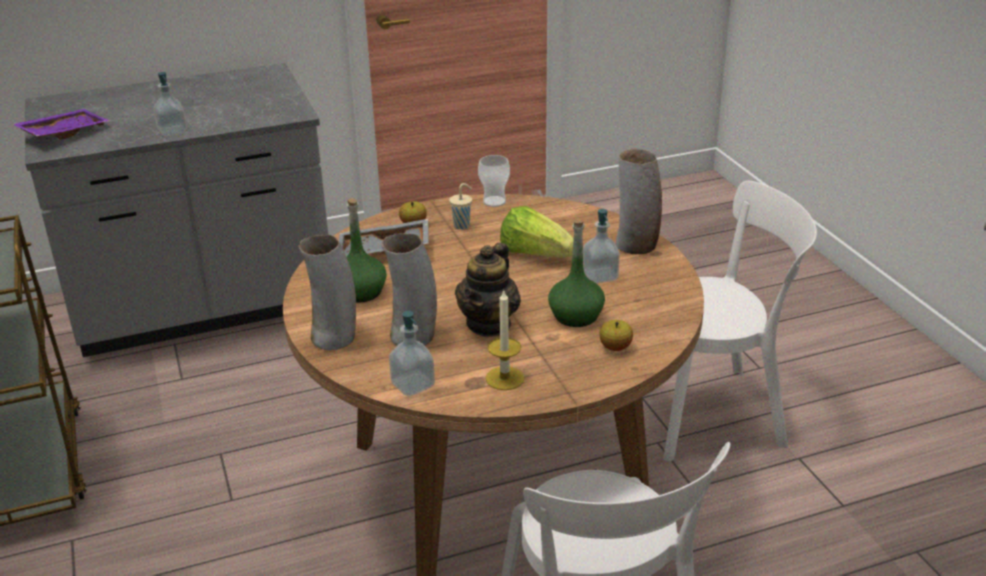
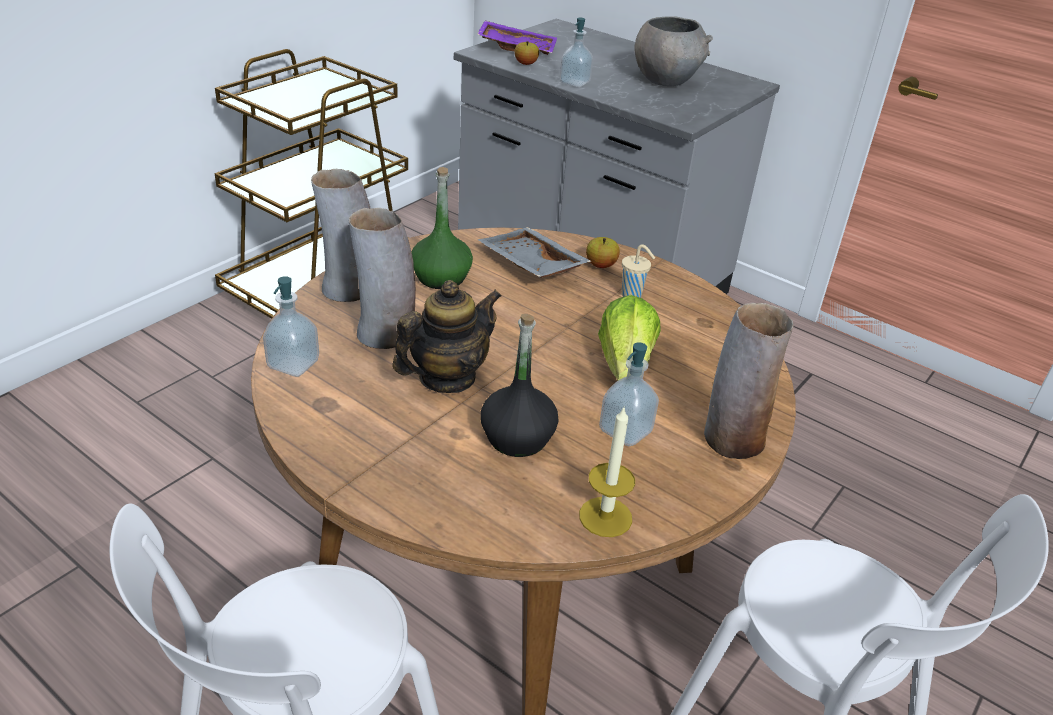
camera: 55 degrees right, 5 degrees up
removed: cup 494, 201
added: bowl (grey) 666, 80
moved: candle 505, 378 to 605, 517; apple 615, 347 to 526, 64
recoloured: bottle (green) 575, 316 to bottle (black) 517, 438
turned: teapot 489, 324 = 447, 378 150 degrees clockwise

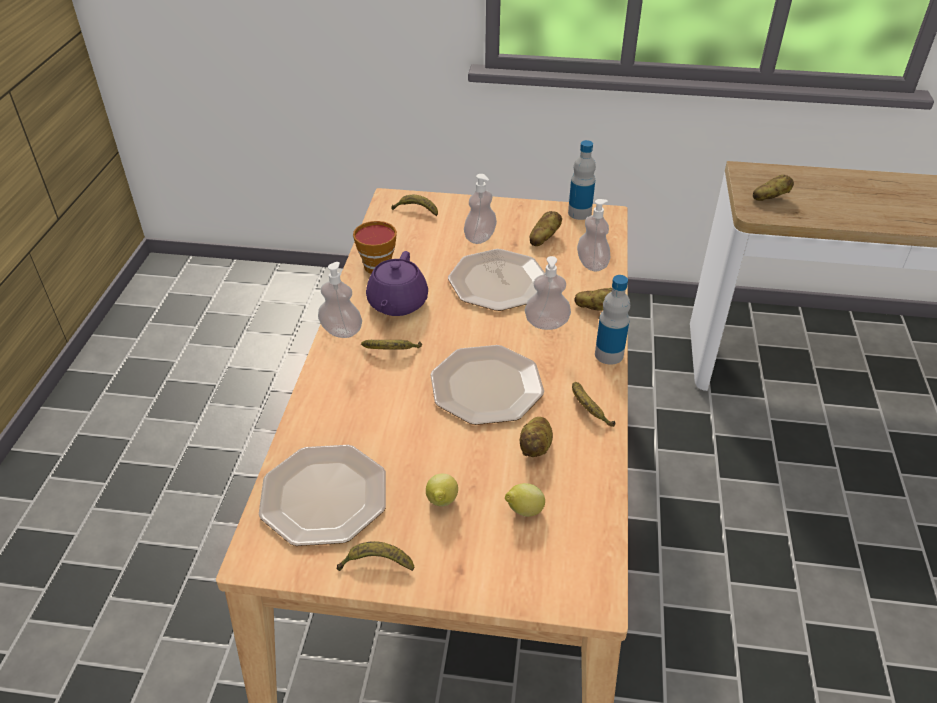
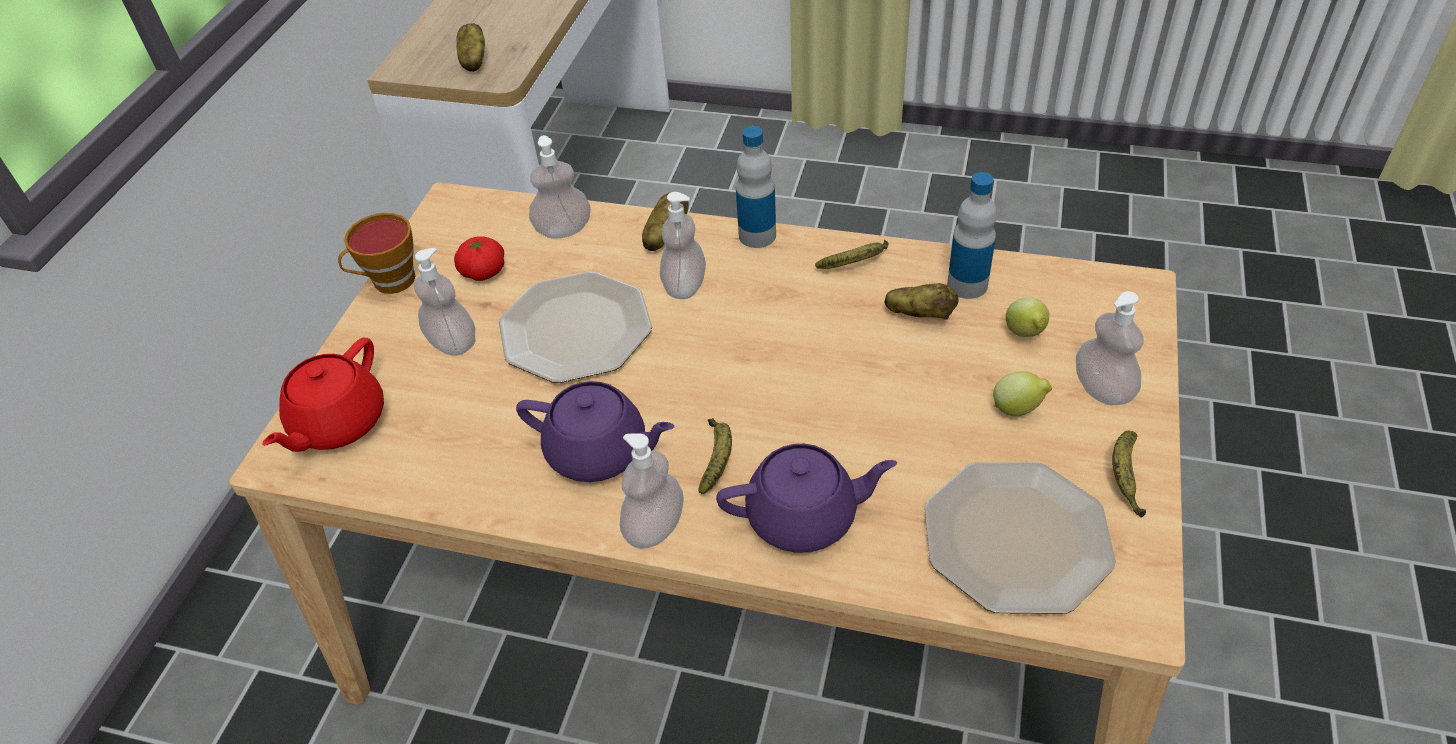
camera: 80 degrees left, 5 degrees up
removed: plate 487, 385
added: soap dispenser 1102, 389; teapot (purple) 804, 517
moved: bottle 579, 213 to 967, 285; cup 375, 264 to 389, 282
replaced: banana 416, 211 to teapot (red) 337, 423; potato 543, 238 to tomato 483, 272

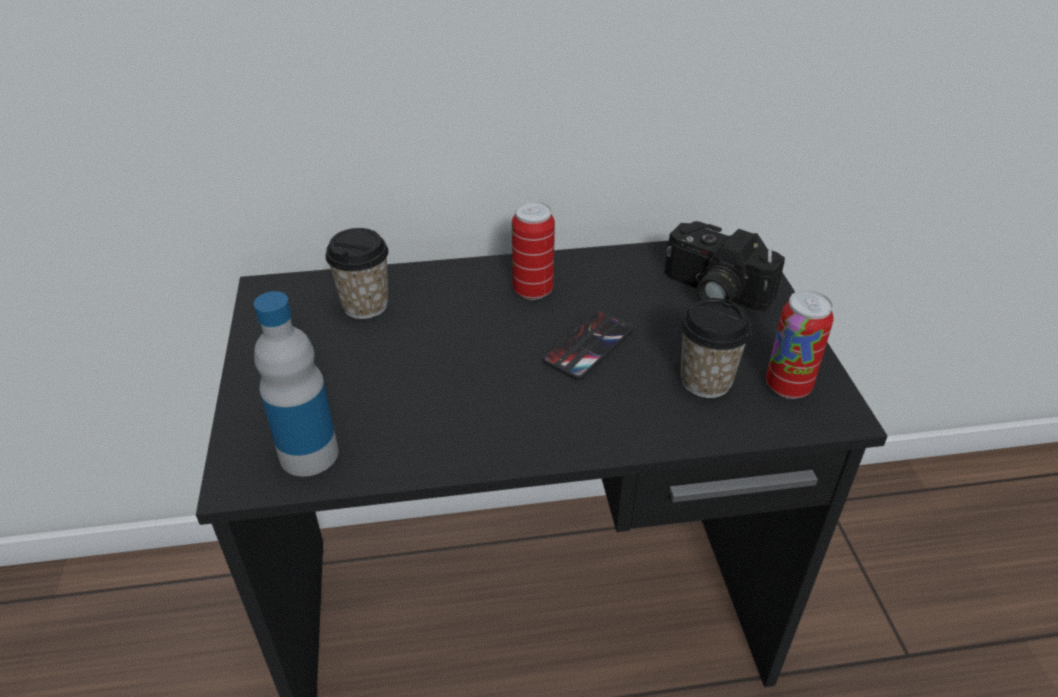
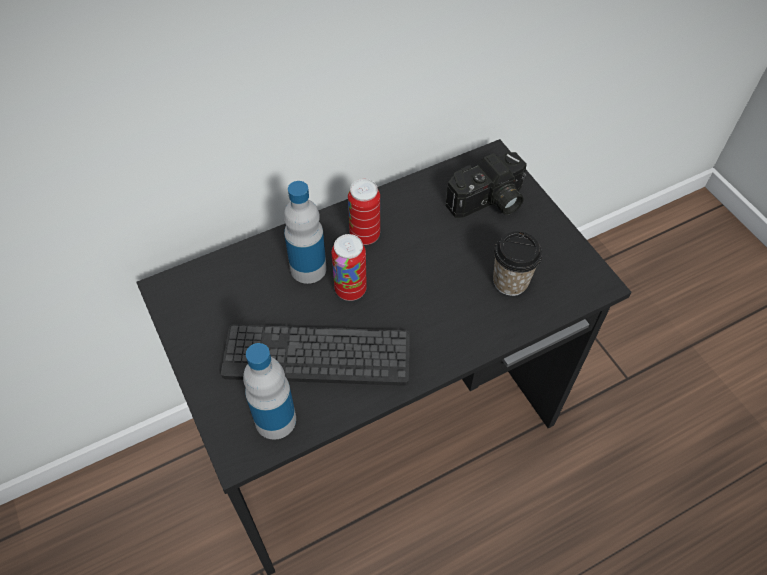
camera: 20 degrees left, 15 degrees up
removed: cup 365, 305; phone 588, 345
added: bottle 308, 268; keyboard 317, 356
moved: can 788, 386 to 350, 289
turned: photo camera 712, 292 = 488, 203 45 degrees counterclockwise

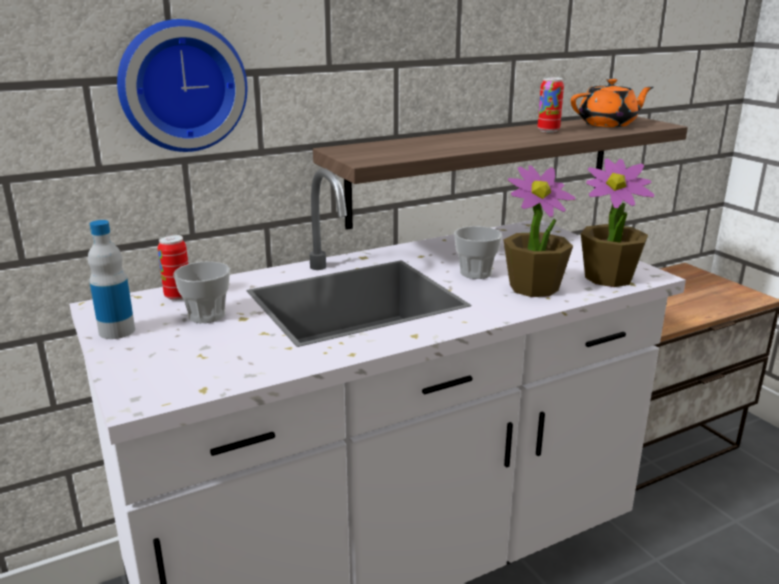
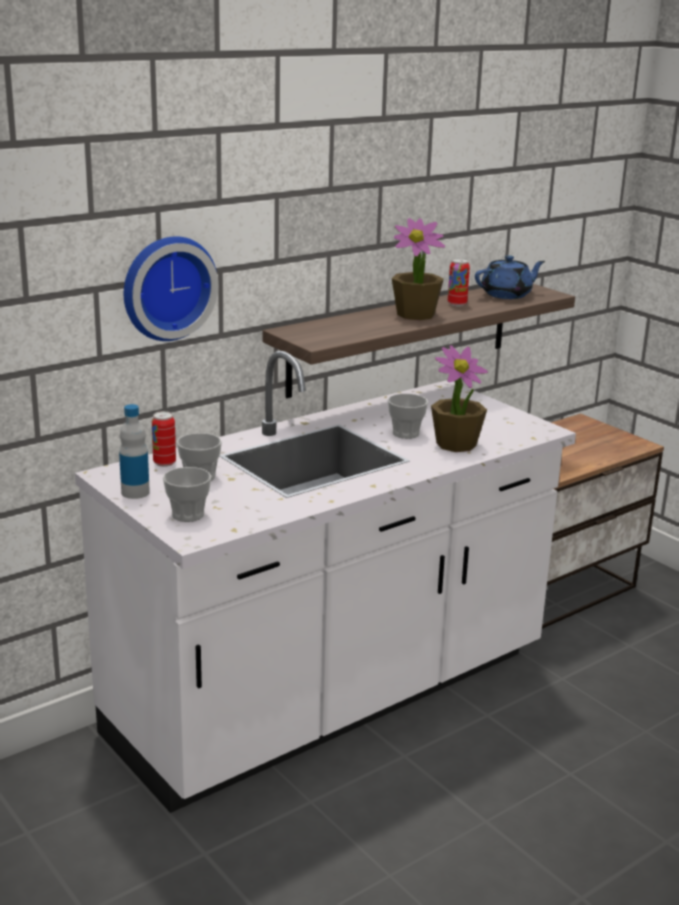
camera: 10 degrees left, 0 degrees up
added: cup 188, 514
moved: potted plant 609, 278 to 416, 314
recoloured: teapot (orange) 608, 124 to teapot (blue) 507, 295

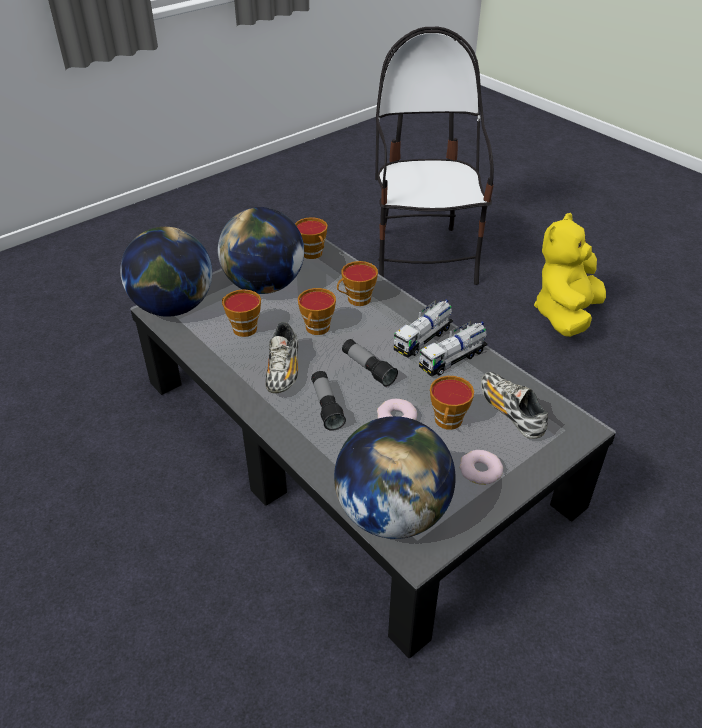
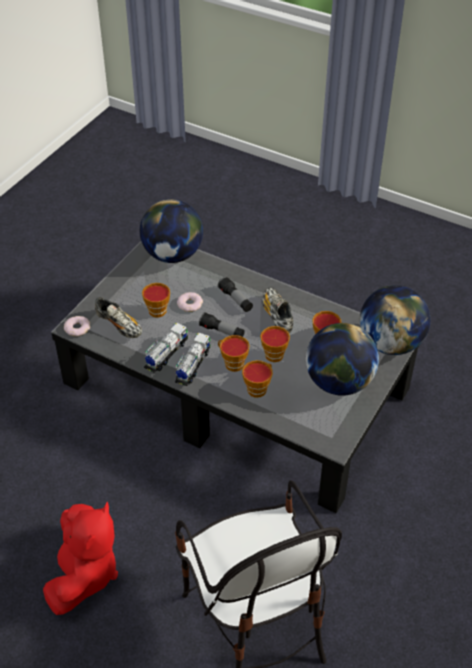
camera: 160 degrees right, 5 degrees up
moved: cup 313, 254 to 232, 363; donut 480, 471 to 77, 328
recoloured: plush toy (yellow) 565, 315 to plush toy (red) 84, 573

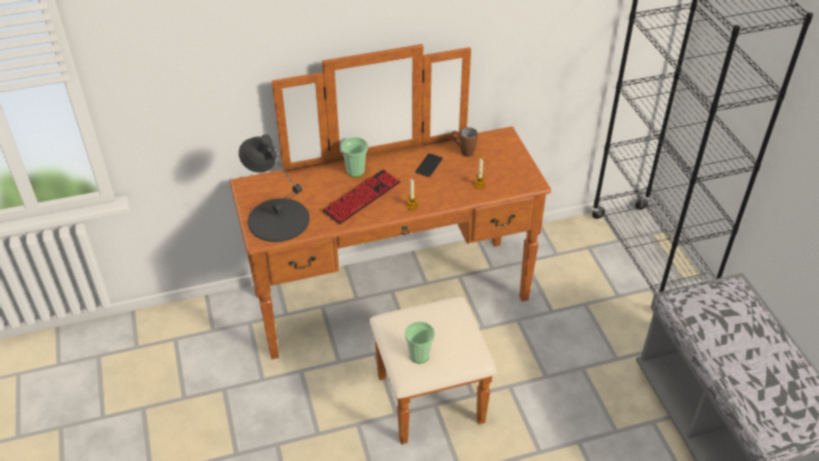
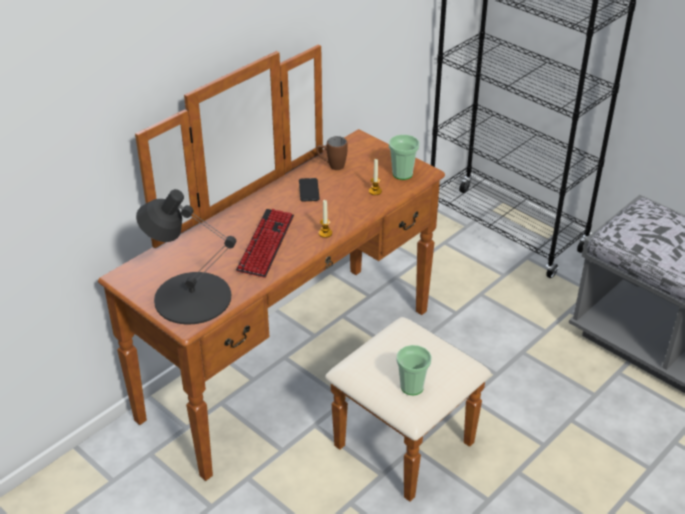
camera: 30 degrees left, 5 degrees down
moved: cup 355, 171 to 402, 174

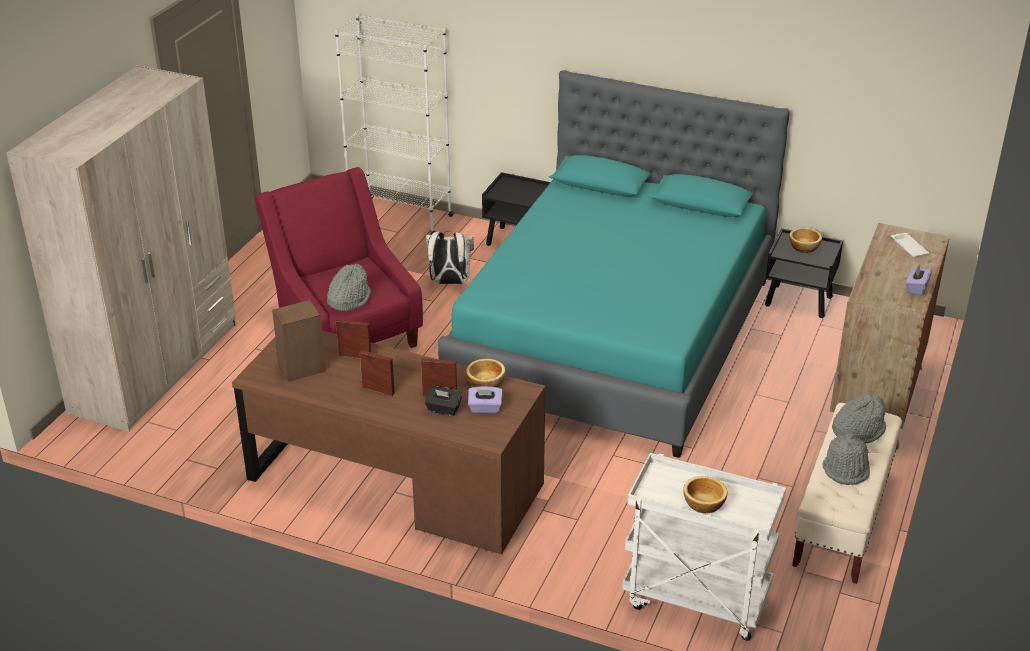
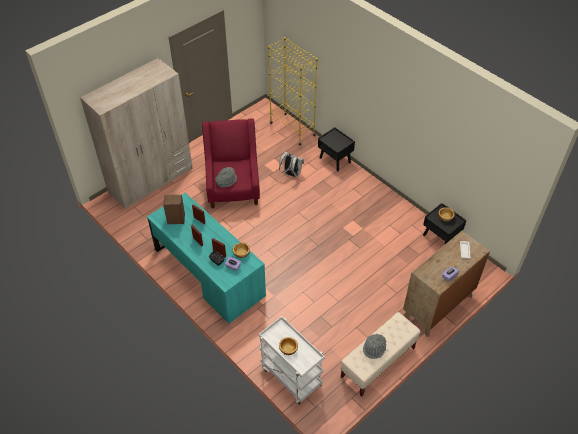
camera: 25 degrees right, 15 degrees up
removed: bed (turquoise) 614, 336; hat (grey) 857, 430
recoloured: bookcase (white) 400, 216 to bookcase (yellow) 292, 129; desk (brown) 394, 483 to desk (turquoise) 208, 272

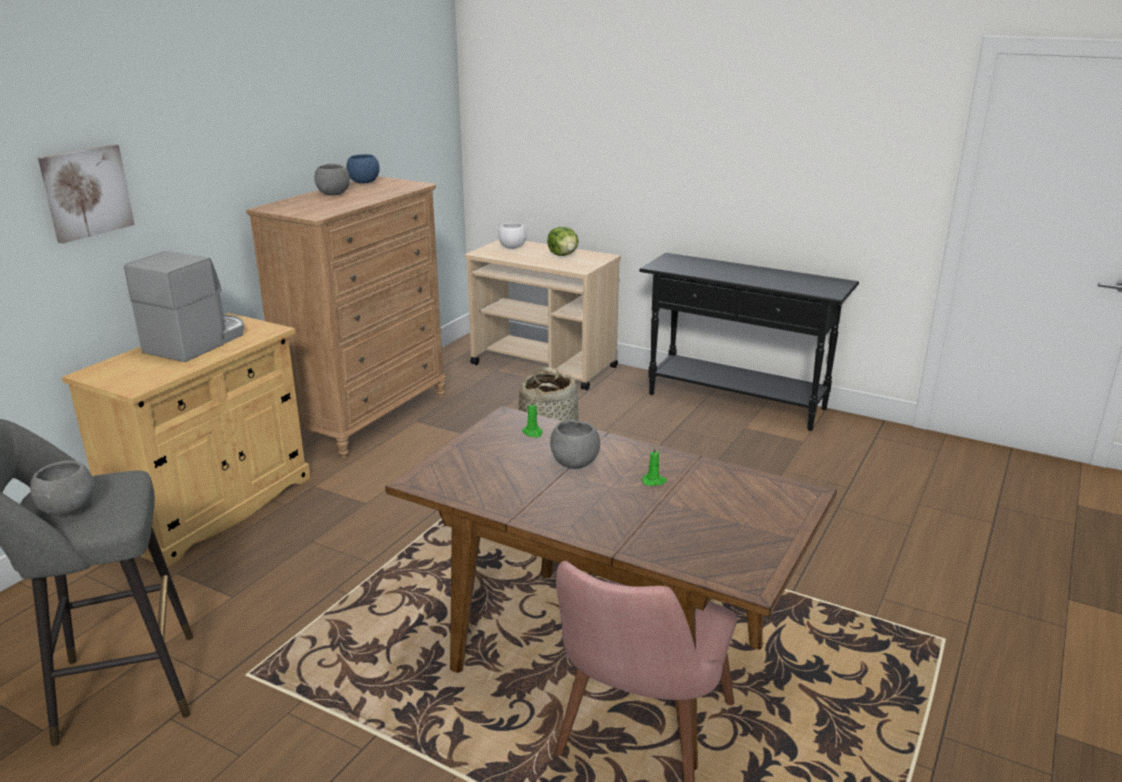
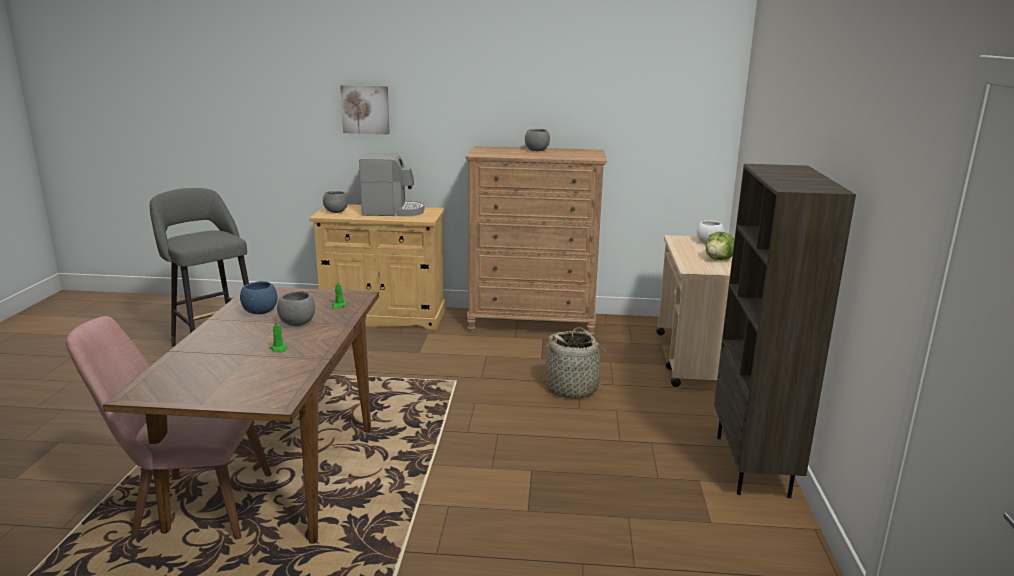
camera: 65 degrees right, 5 degrees down
moved: bowl (blue) 364, 182 to 260, 312; bowl (grey) 69, 509 to 336, 212
replaced: console table (black) 736, 402 to bookcase (brown) 753, 466

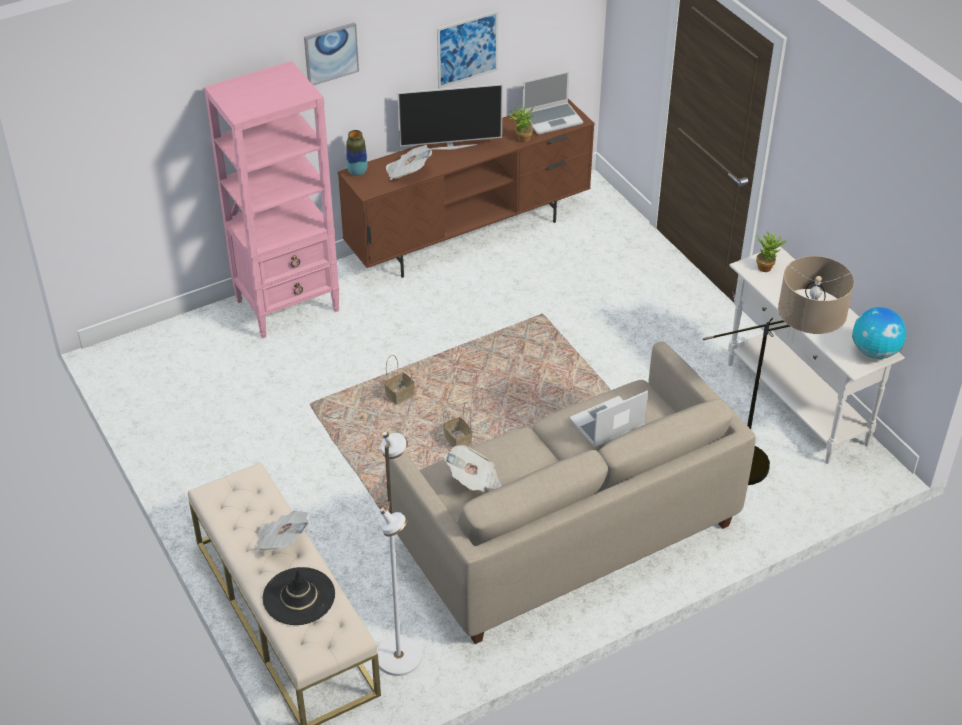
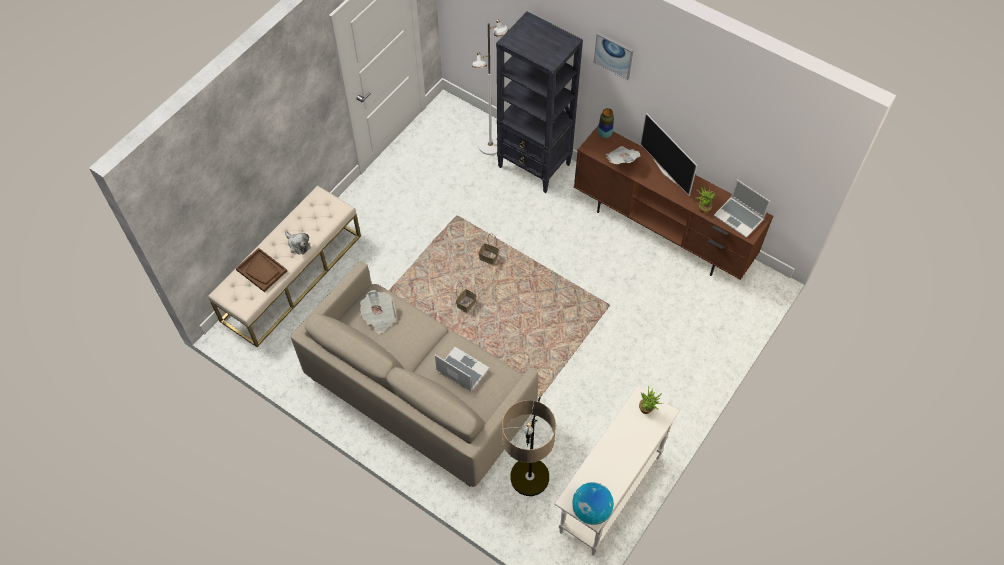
camera: 65 degrees right, 15 degrees up
removed: picture 467, 49
moved: floor lamp (white) 399, 656 to 490, 145
replaced: newspaper 282, 541 to plush toy 298, 245; hat (black) 299, 596 to tray (brown) 262, 270
recoloured: bookcase (pink) 288, 305 to bookcase (black) 534, 166

